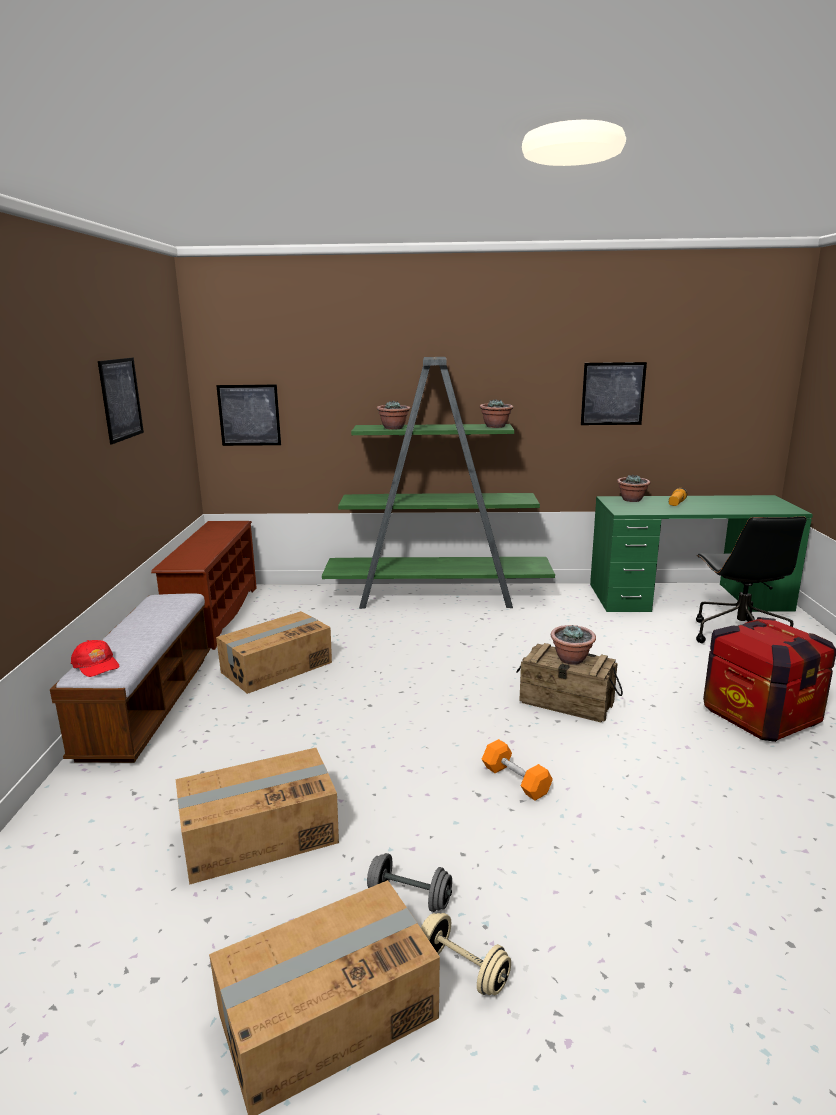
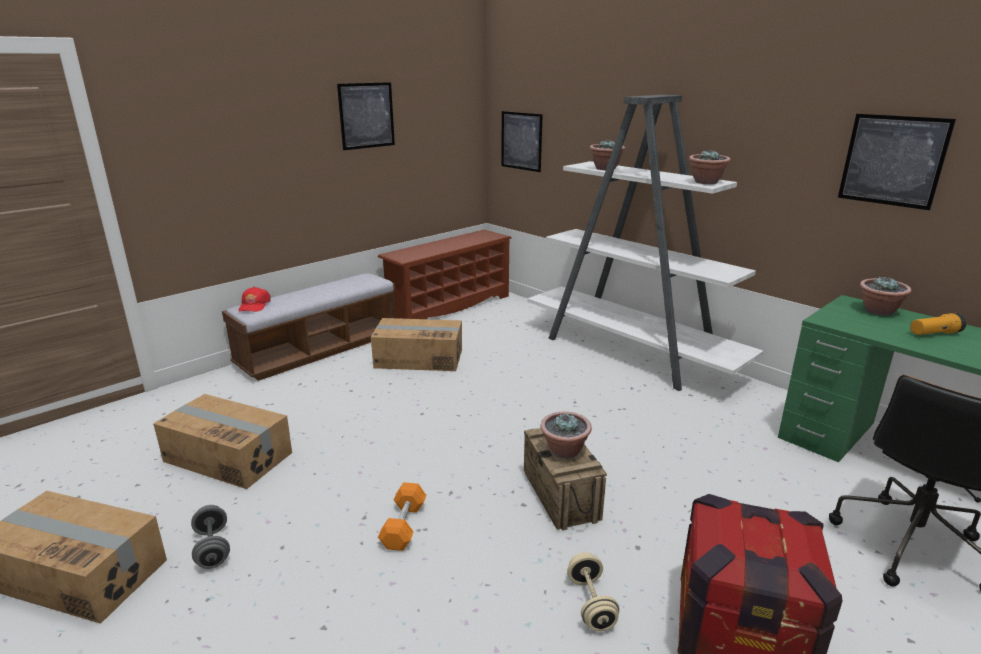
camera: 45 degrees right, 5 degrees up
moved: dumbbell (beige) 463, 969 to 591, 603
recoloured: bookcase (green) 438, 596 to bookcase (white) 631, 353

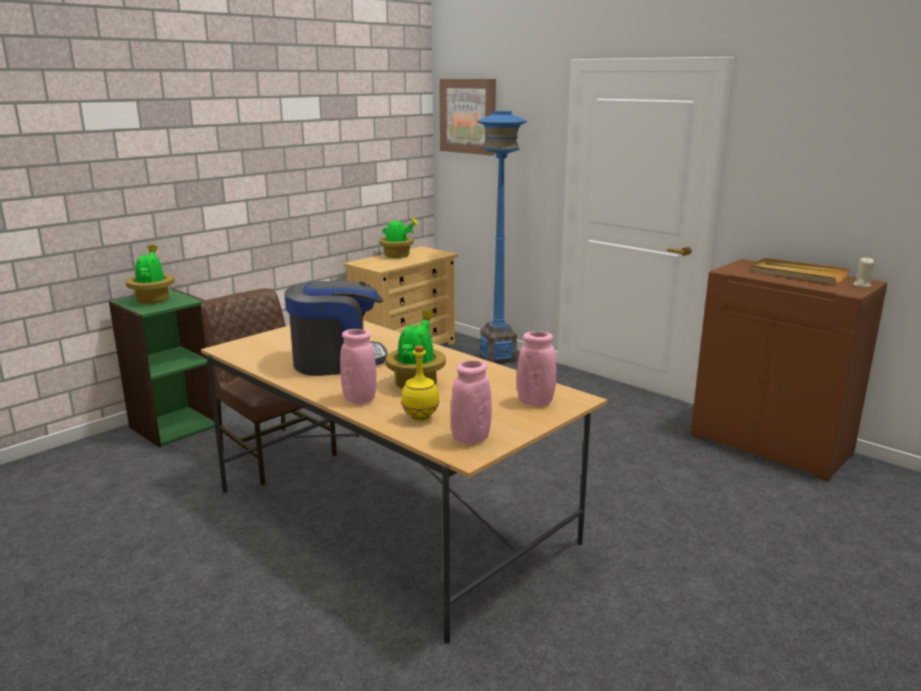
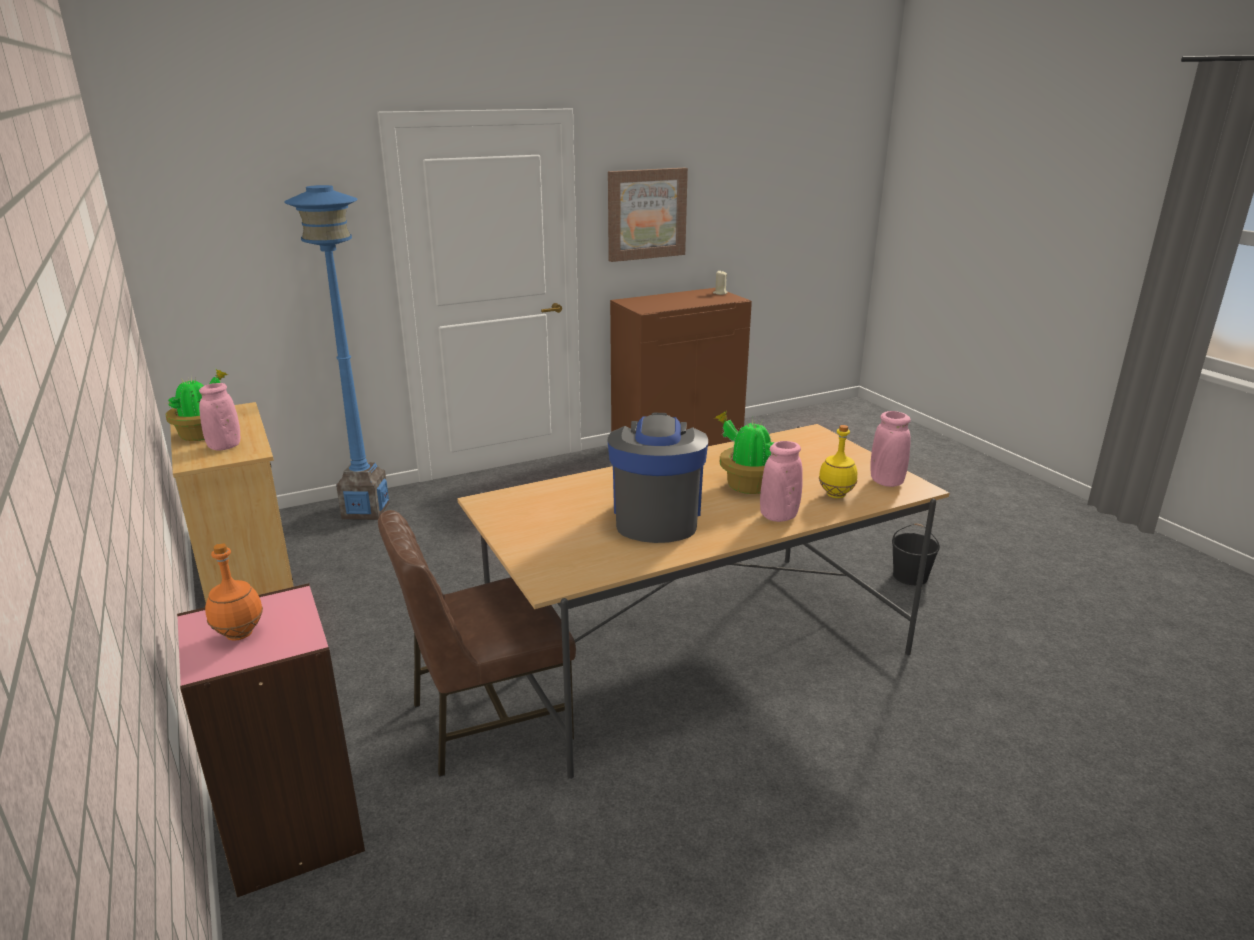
camera: 70 degrees left, 5 degrees up
removed: tray (beige) 797, 274
added: bucket (black) 911, 576
moved: picture 468, 116 to 646, 214; vase (pink) 535, 402 to 225, 447
replaced: potted plant 153, 300 to bottle (orange) 238, 634
recoloured: bookcase (green) 174, 426 to bookcase (pink) 292, 829

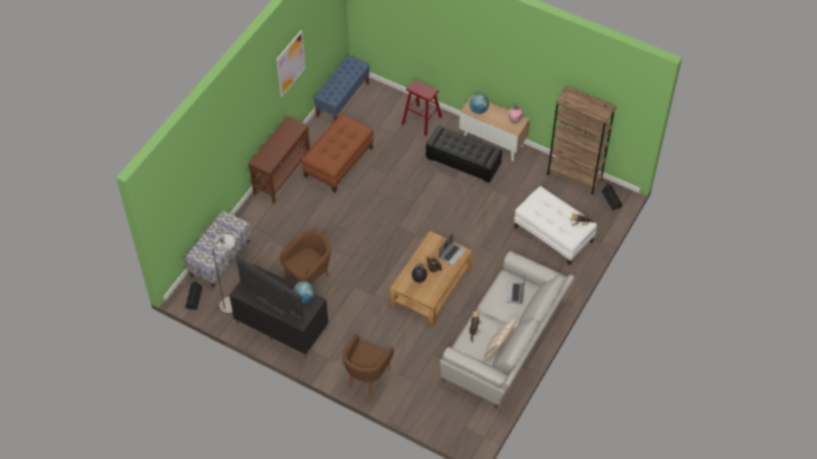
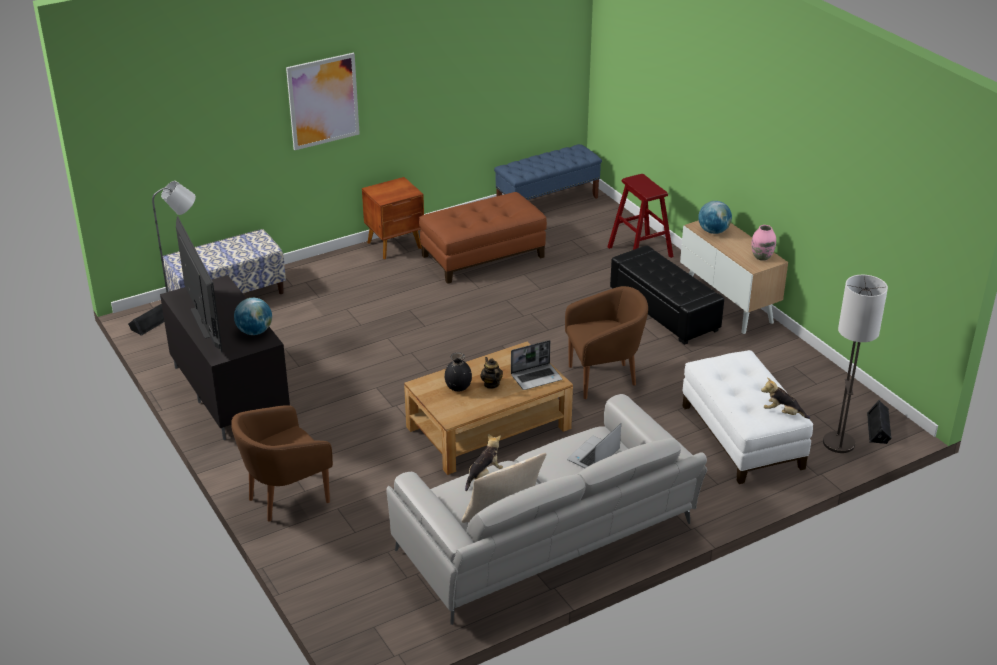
camera: 30 degrees right, 20 degrees down
removed: bookcase (brown) 574, 176
added: floor lamp 839, 443
moved: picture 290, 63 to 323, 101; armchair (brown) 310, 278 to 604, 378
replaced: console table (brown) 282, 175 to nightstand (brown) 395, 245

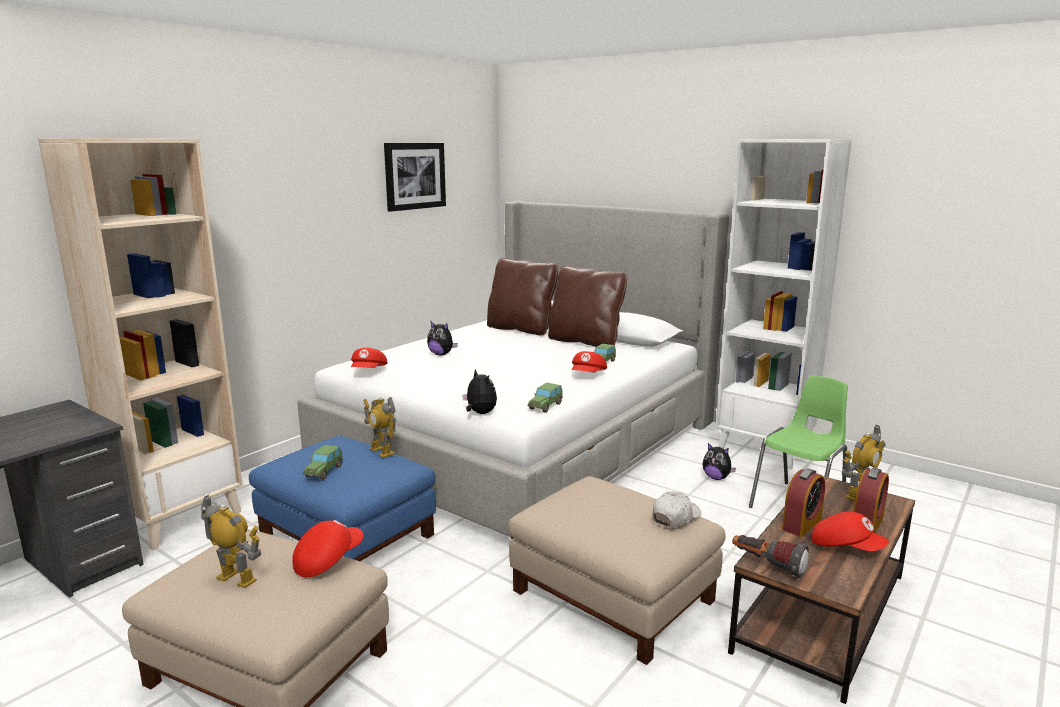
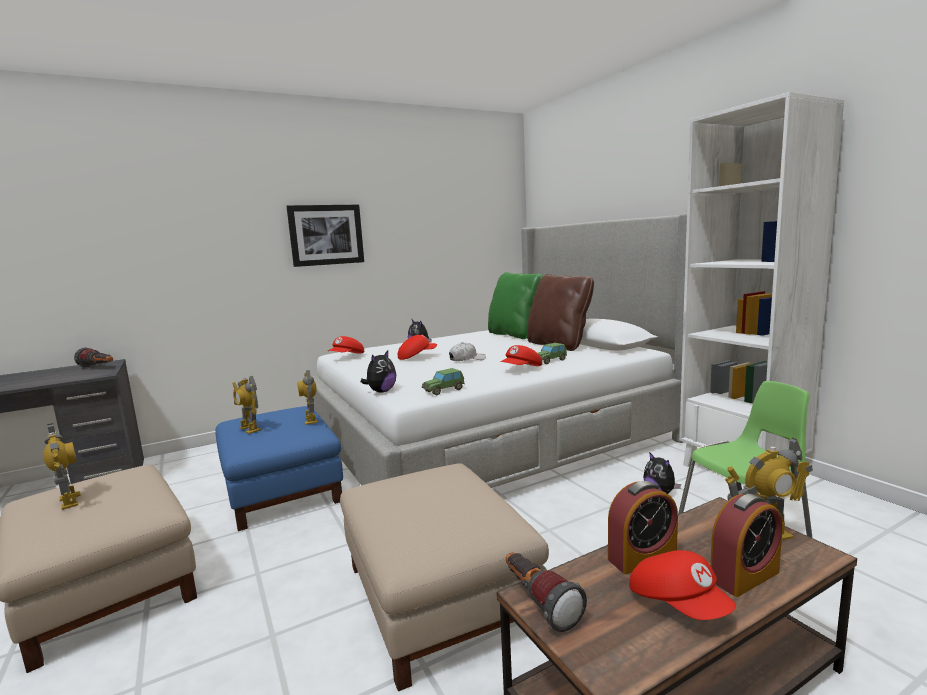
camera: 25 degrees right, 5 degrees down
removed: bookcase (beige) 180, 517
added: flashlight 98, 367
moved: picture 414, 176 to 326, 235; cap (white) 675, 517 to 467, 359; cap (red) 328, 560 to 416, 356
replaced: toy car 324, 471 to toy robot 249, 429
recoloured: pillow (brown) 521, 329 to pillow (green) 515, 335
turned: plush toy 480, 413 = 381, 391 45 degrees clockwise

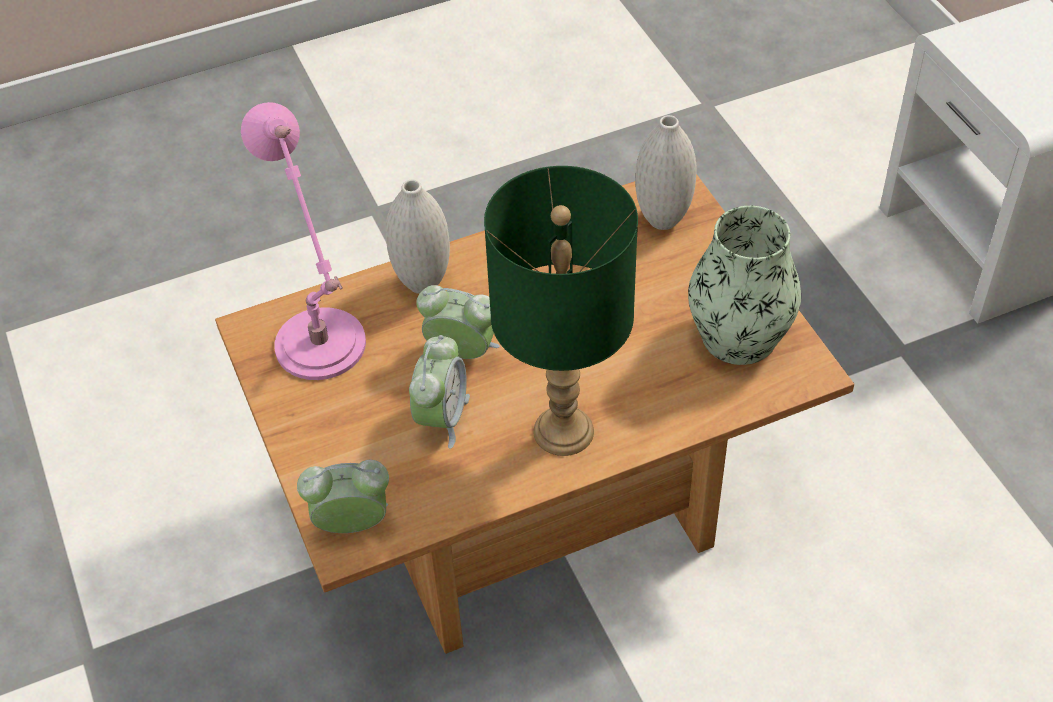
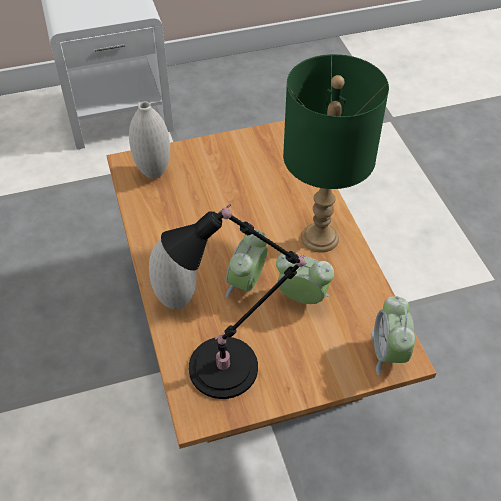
camera: 85 degrees left, 0 degrees up
removed: vase 738, 336
recoloured: table lamp (pink) 322, 350 to table lamp (black) 229, 366

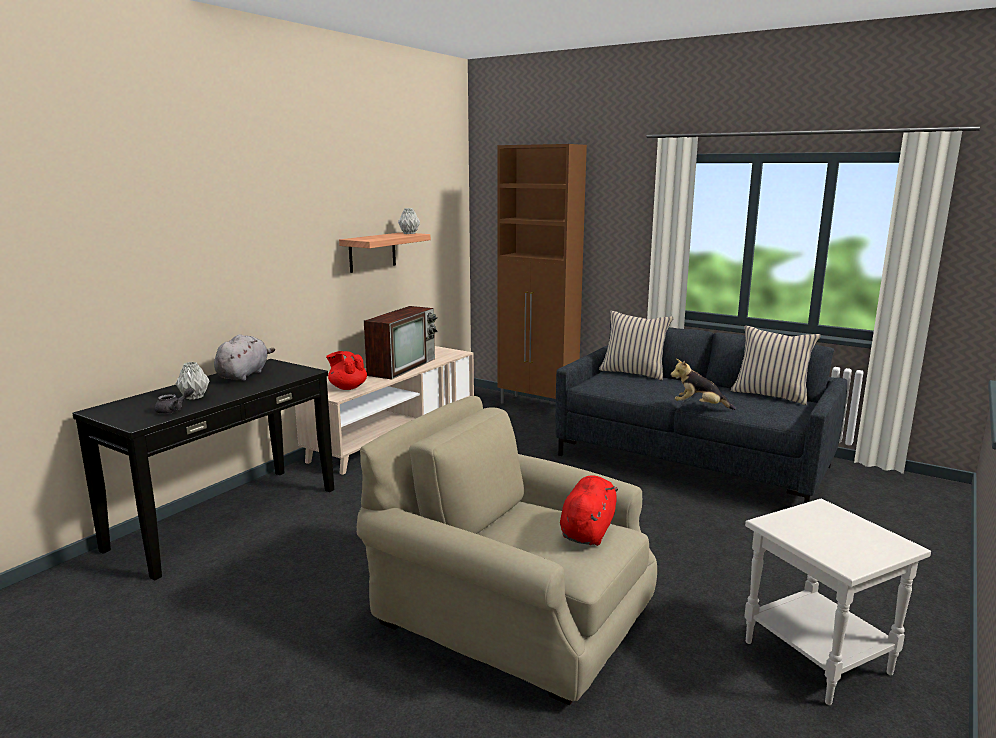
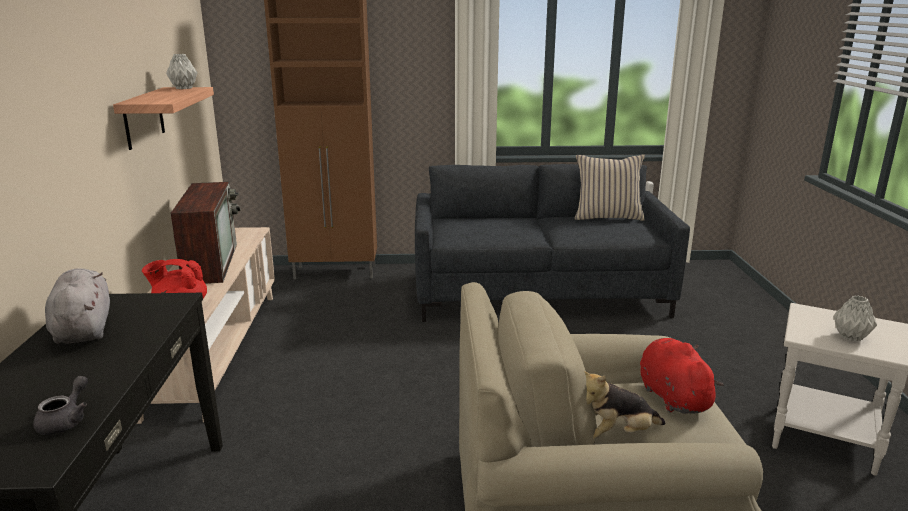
camera: 35 degrees left, 5 degrees up
removed: pillow (beige) 634, 373
moved: plush toy 699, 406 to 616, 435; vase (grey) 194, 397 to 851, 337

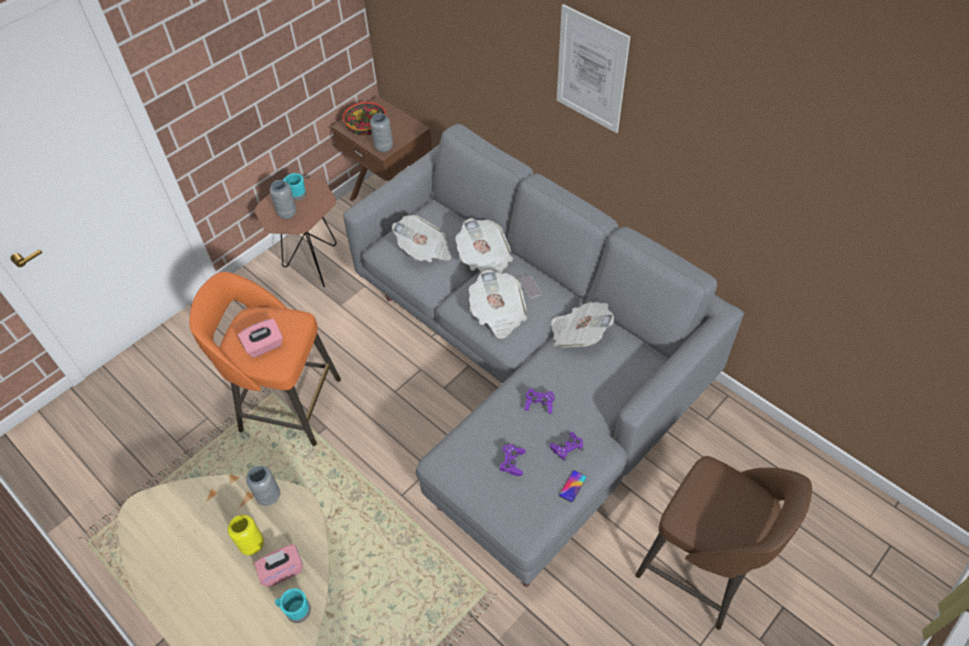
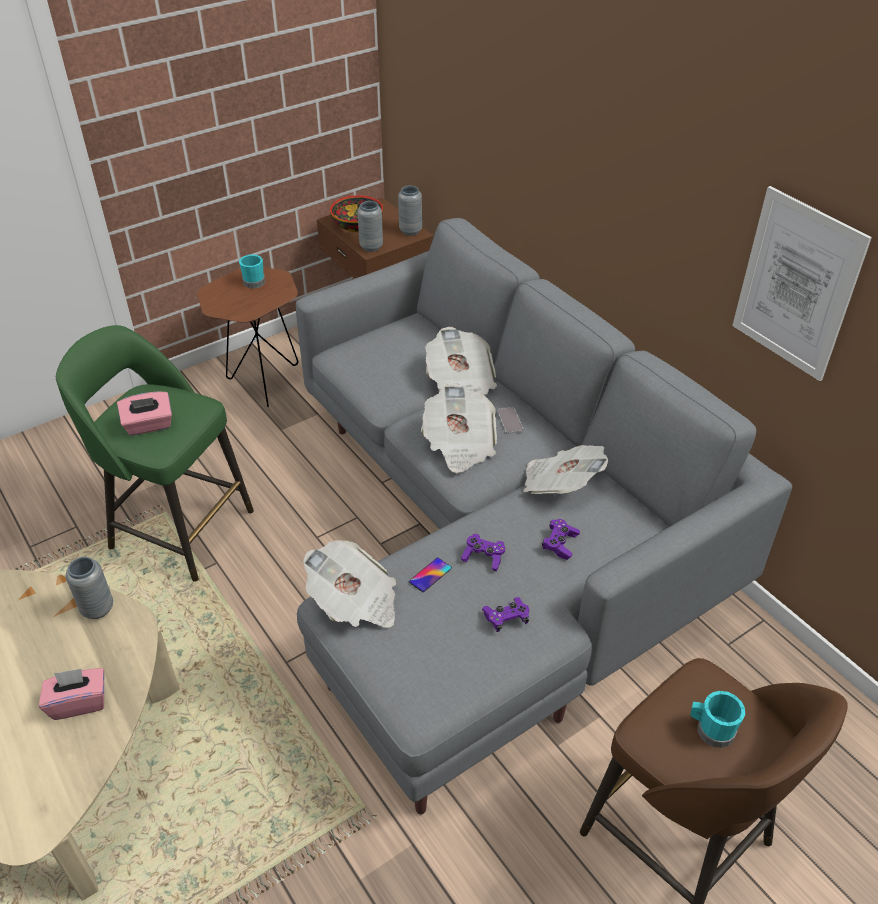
camera: 10 degrees right, 10 degrees down
removed: vase (yellow) 252, 545
moved: picture 591, 70 to 796, 285; vase (grey) 287, 213 to 410, 231; newspaper 424, 250 to 354, 602; game controller (purple) 512, 463 to 560, 544; phone 572, 486 to 430, 575; mug (turquoise) 295, 610 to 711, 730
recoloured: stool (orange) 287, 404 to stool (green) 178, 528

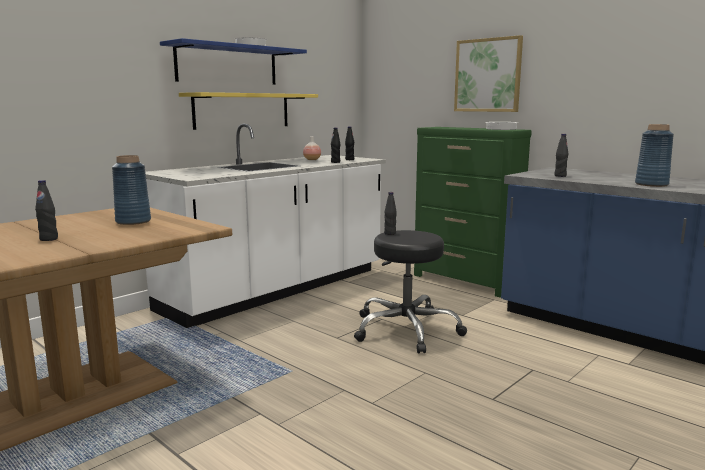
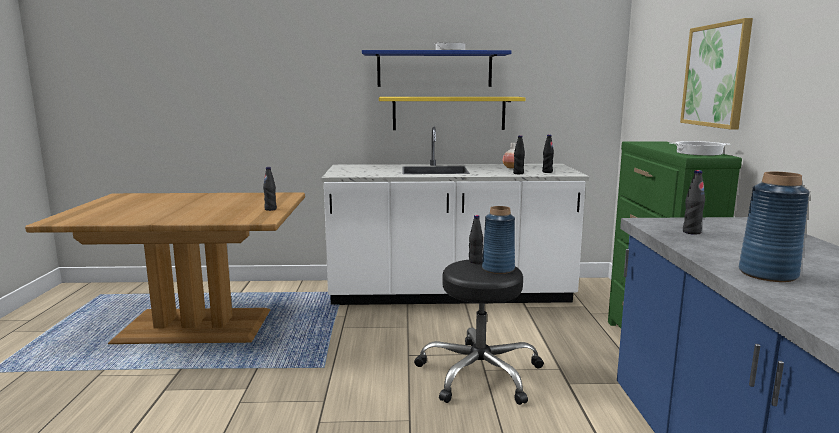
camera: 45 degrees right, 0 degrees up
moved: vase (blue) 133, 221 to 498, 269; bottle (black) 49, 239 to 270, 209

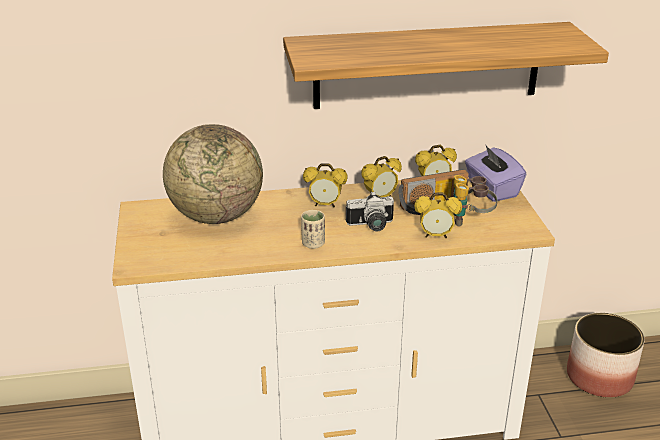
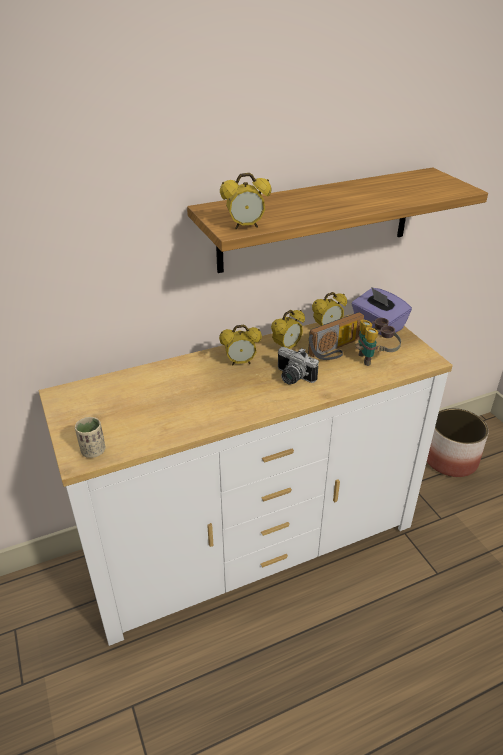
camera: 15 degrees left, 5 degrees up
removed: globe 216, 216
moved: alarm clock 435, 235 to 245, 227; cup (beige) 313, 244 to 93, 451
turned: photo camera 371, 226 = 292, 378 60 degrees clockwise

